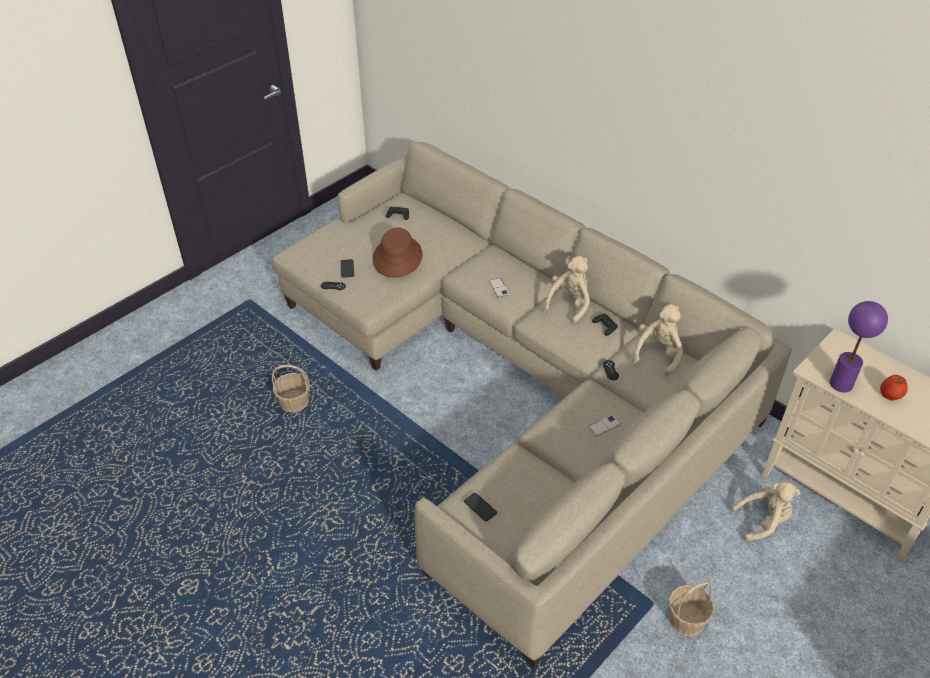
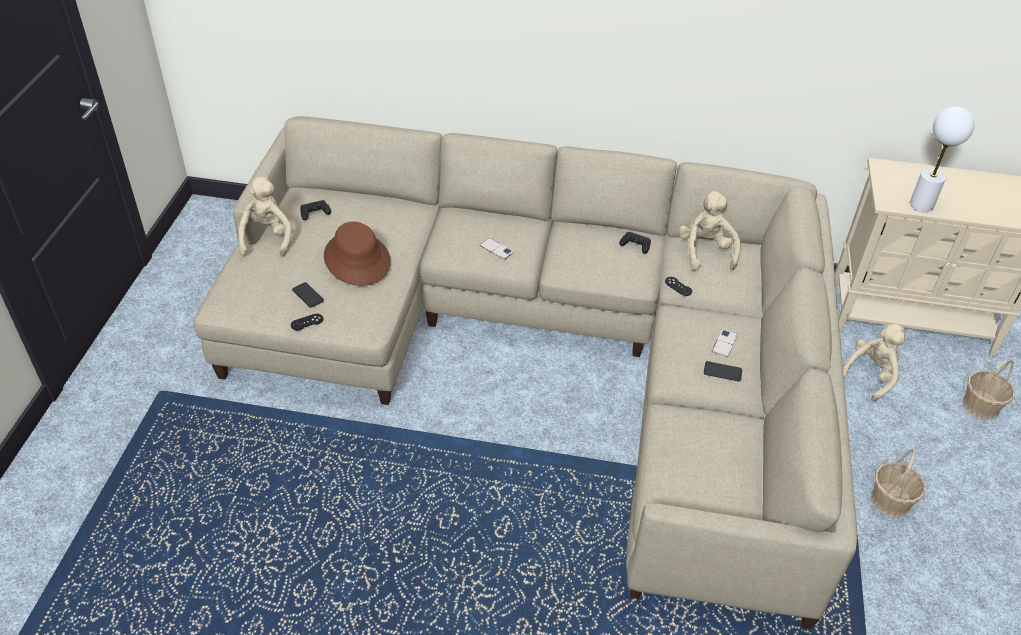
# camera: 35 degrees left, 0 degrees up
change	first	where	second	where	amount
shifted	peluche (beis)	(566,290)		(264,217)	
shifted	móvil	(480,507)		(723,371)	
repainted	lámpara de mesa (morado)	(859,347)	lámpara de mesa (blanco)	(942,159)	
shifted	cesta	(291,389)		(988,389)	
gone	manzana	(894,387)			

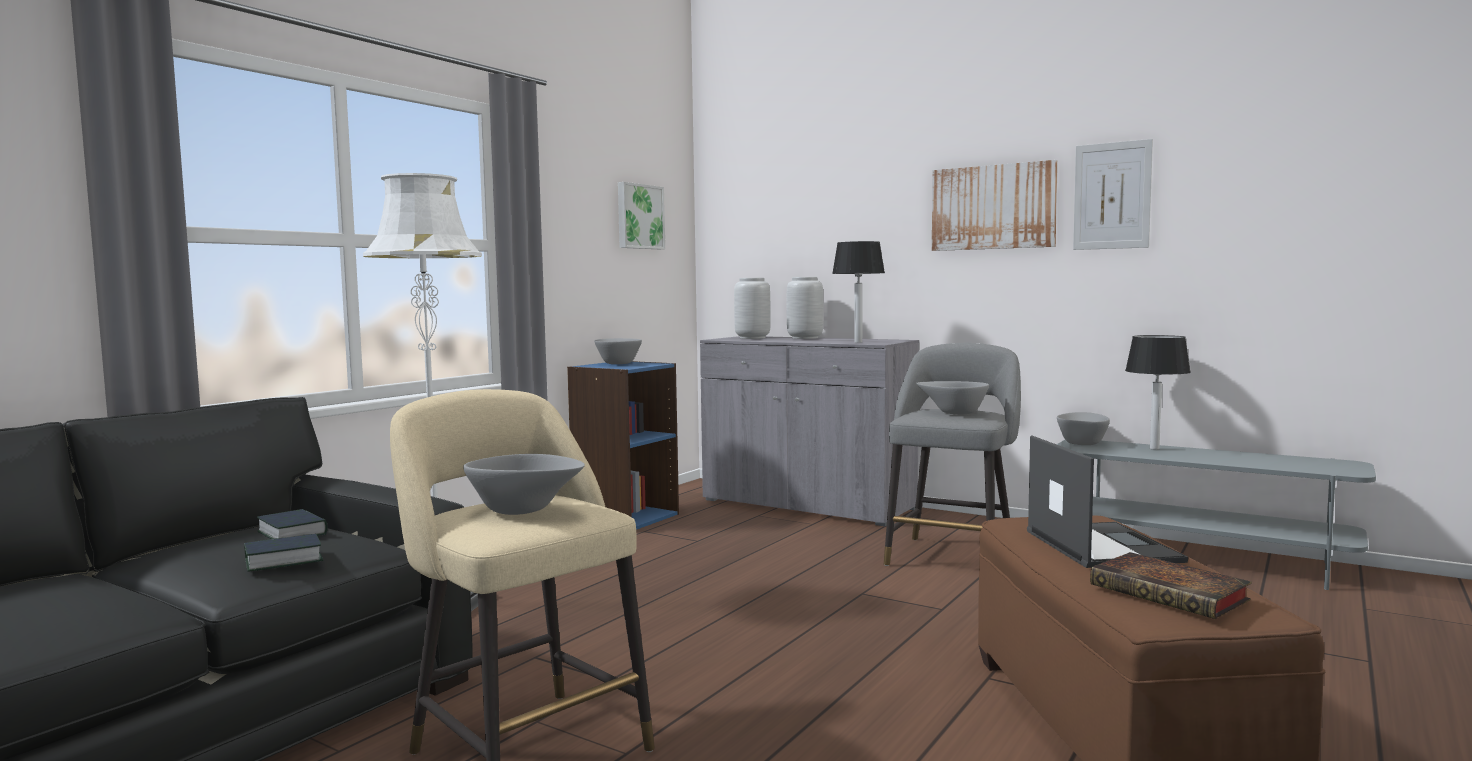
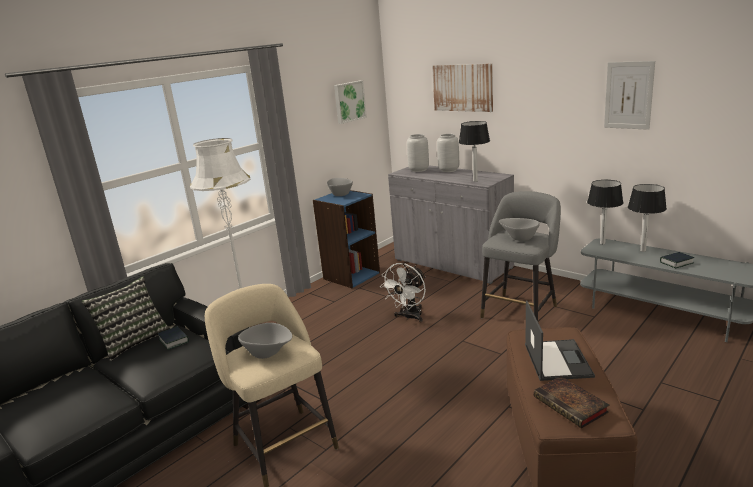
# camera: 10 degrees right, 15 degrees up
change	first	where	second	where	amount
new			cojín	(125,318)	
new			ventilador (blanco)	(403,292)	
shifted	cuadro	(995,205)		(462,87)	
swapped	cuenco (gris)	(1083,428)	lámpara de mesa	(605,212)	
shifted	libro	(283,553)		(677,260)	

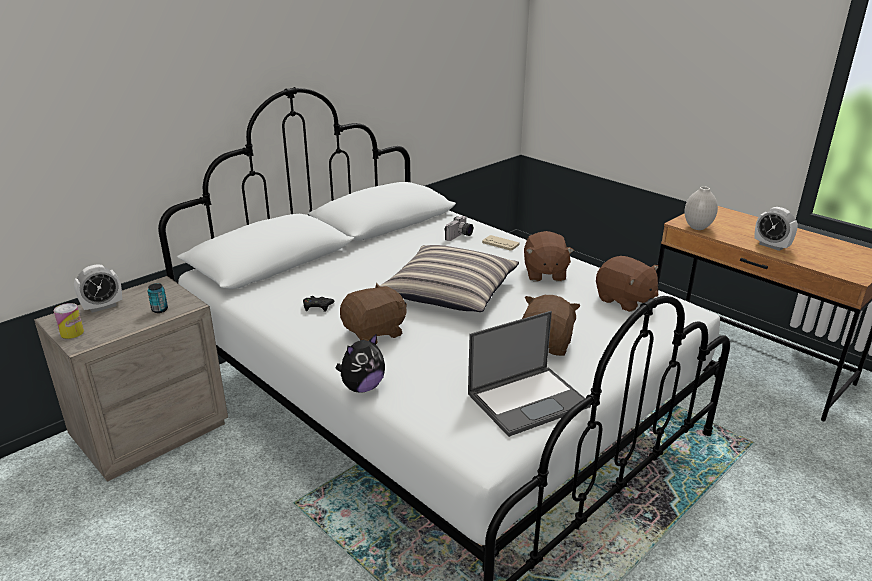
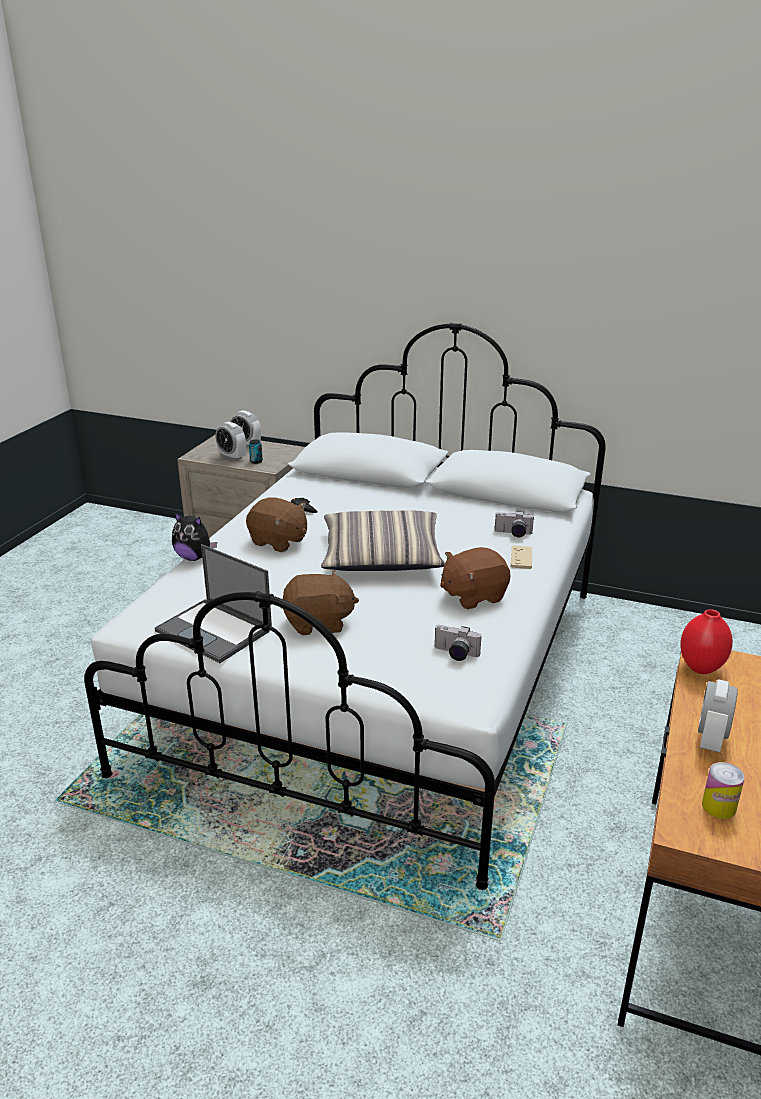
# camera: 65 degrees right, 0 degrees up
change	first	where	second	where	amount
new			despertador	(231,441)	
swapped	peluche (marrón)	(627,284)	cámara	(458,643)	
repainted	florero (blanco)	(701,208)	florero (rojo)	(706,641)	
shifted	lata	(69,321)		(723,790)	

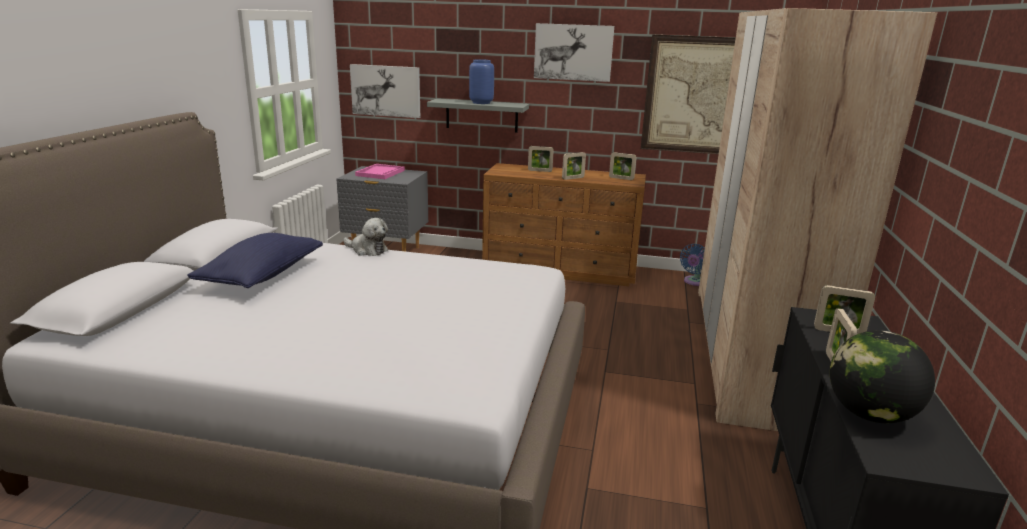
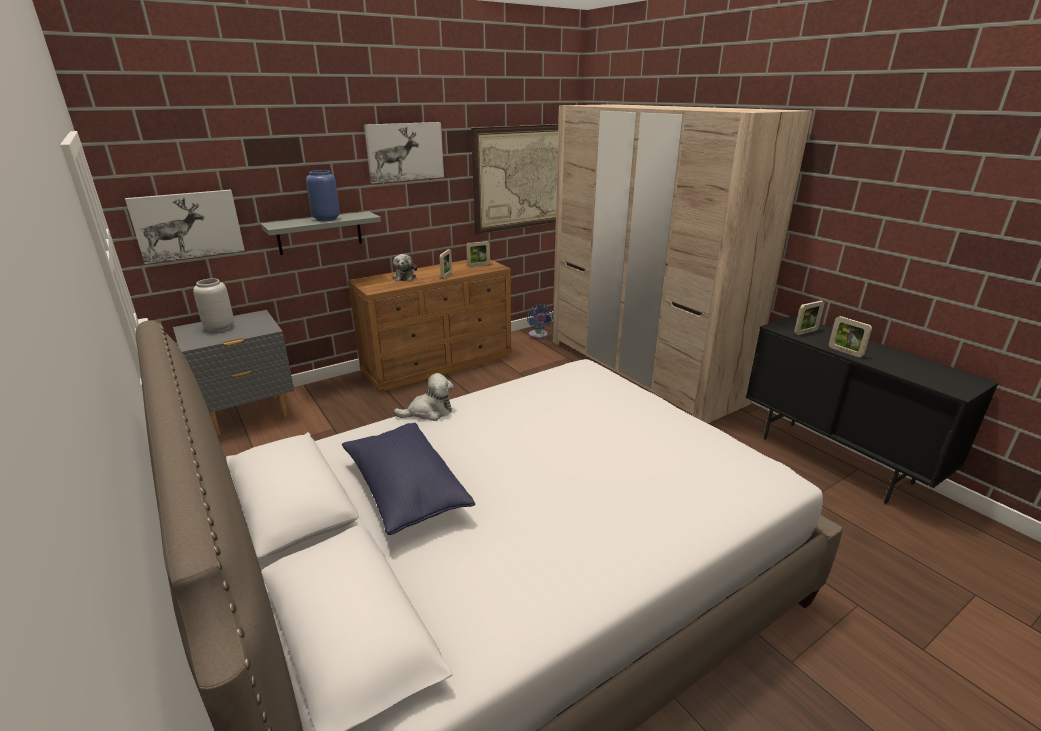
# camera: 45 degrees left, 5 degrees up
change	first	where	second	where	amount
swapped	bandeja (rosa)	(380,171)	florero (gris)	(213,305)	
swapped	portarretratos	(541,159)	peluche	(405,267)	
gone	globo terráqueo	(882,376)			

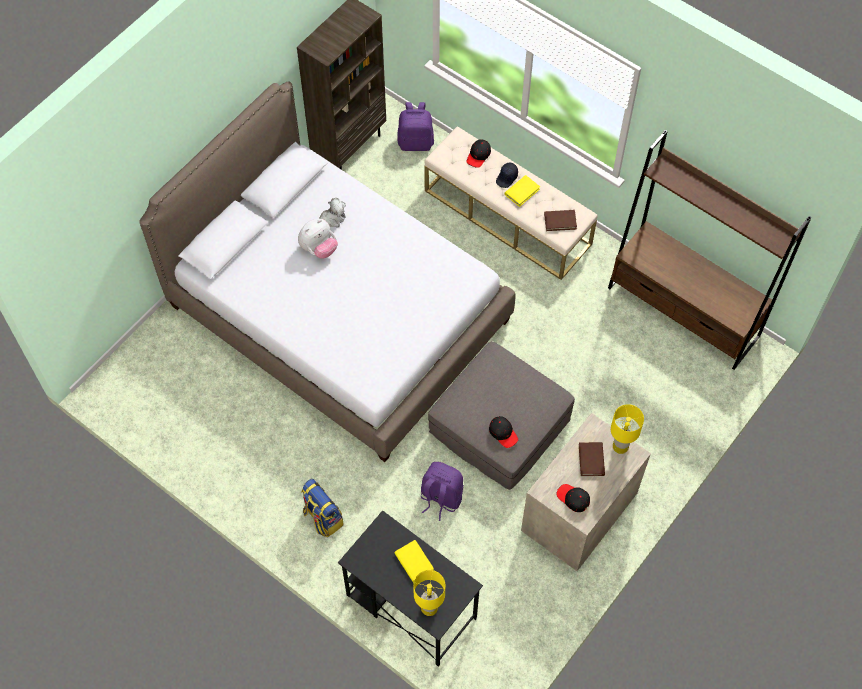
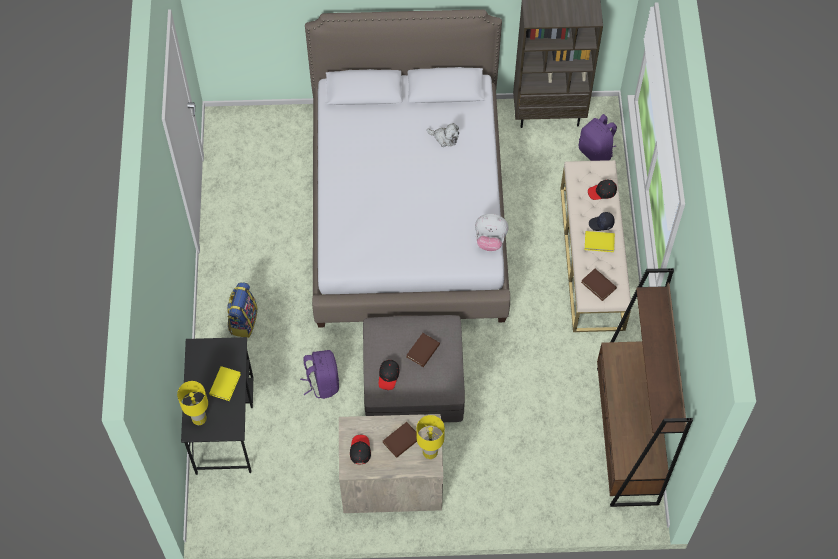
# camera: 50 degrees right, 0 degrees up
change	first	where	second	where	amount
new			libro (marrón)	(423,350)	
shifted	peluche	(318,239)		(491,232)	

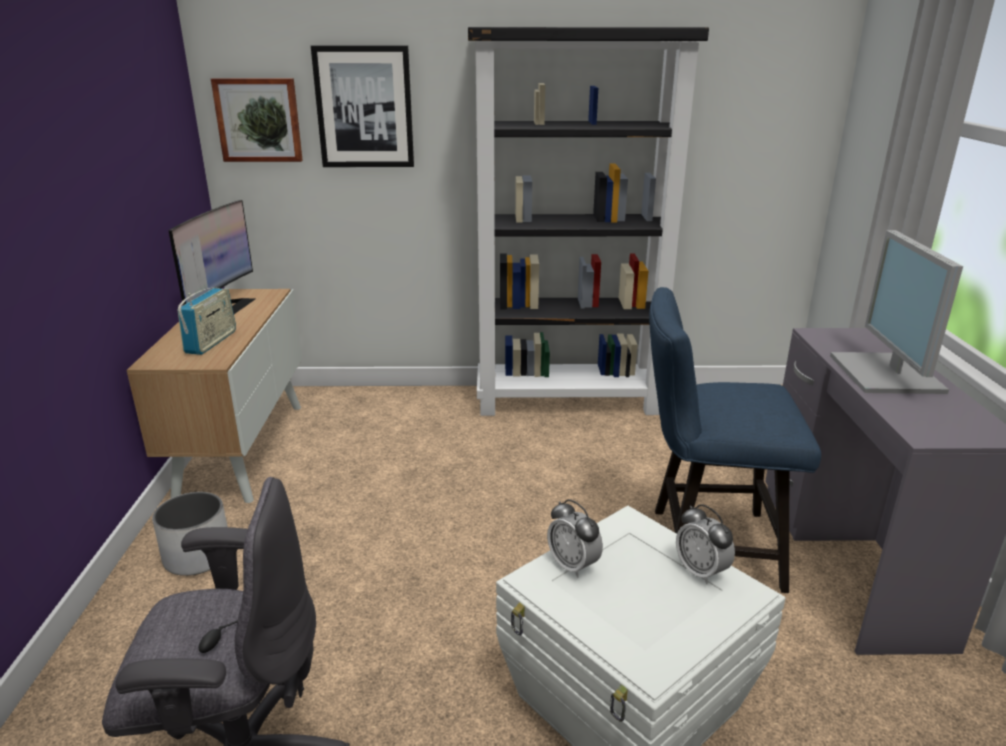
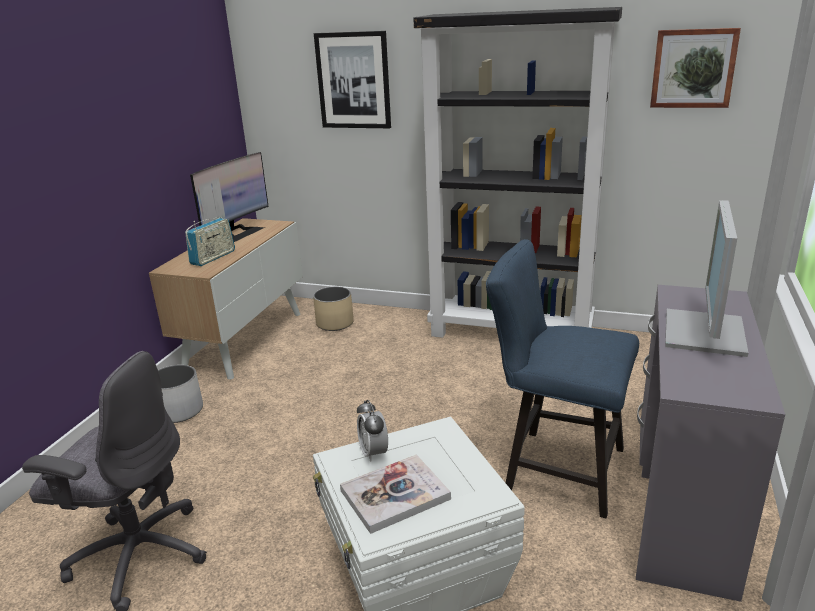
# camera: 20 degrees right, 0 degrees up
change	first	where	second	where	amount
new			maceta (beis)	(333,309)	
new			libro	(395,494)	
shifted	cuadro	(256,120)		(695,68)	
gone	despertador	(705,544)			

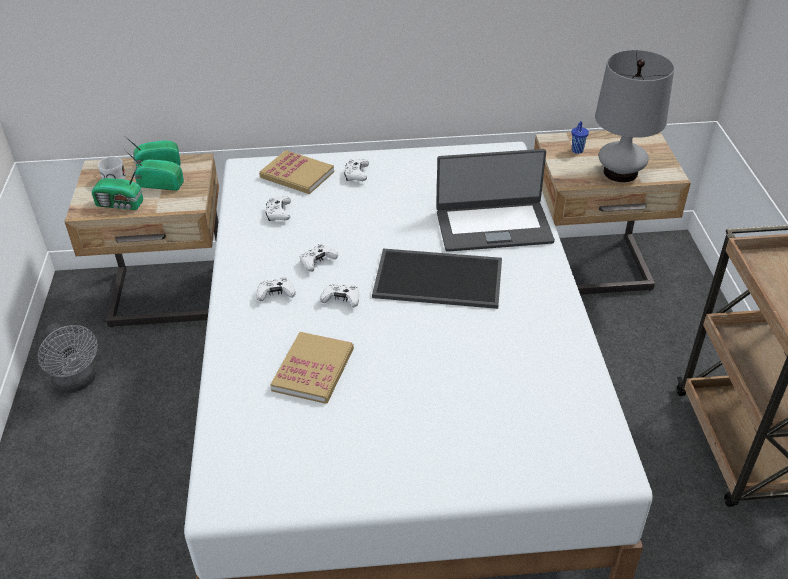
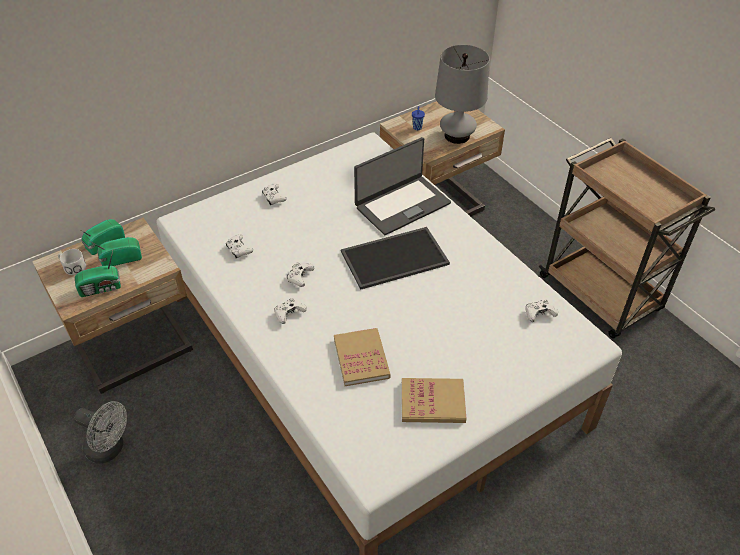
# camera: 30 degrees left, 5 degrees up
change	first	where	second	where	amount
shifted	libro	(296,172)		(434,400)	
shifted	mando de consola (blanco)	(339,295)		(541,311)	

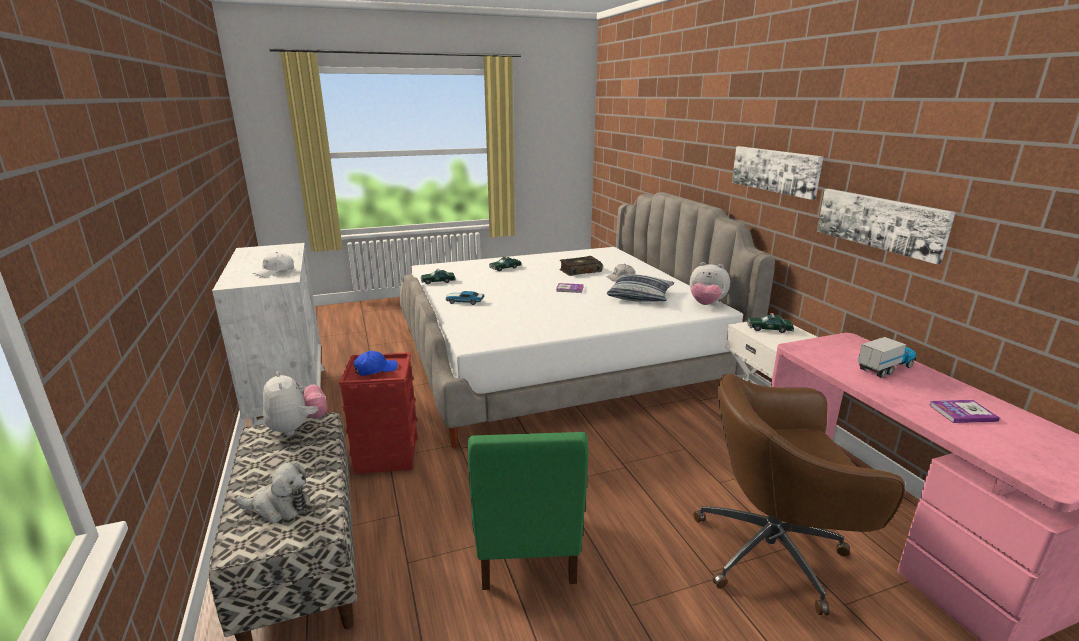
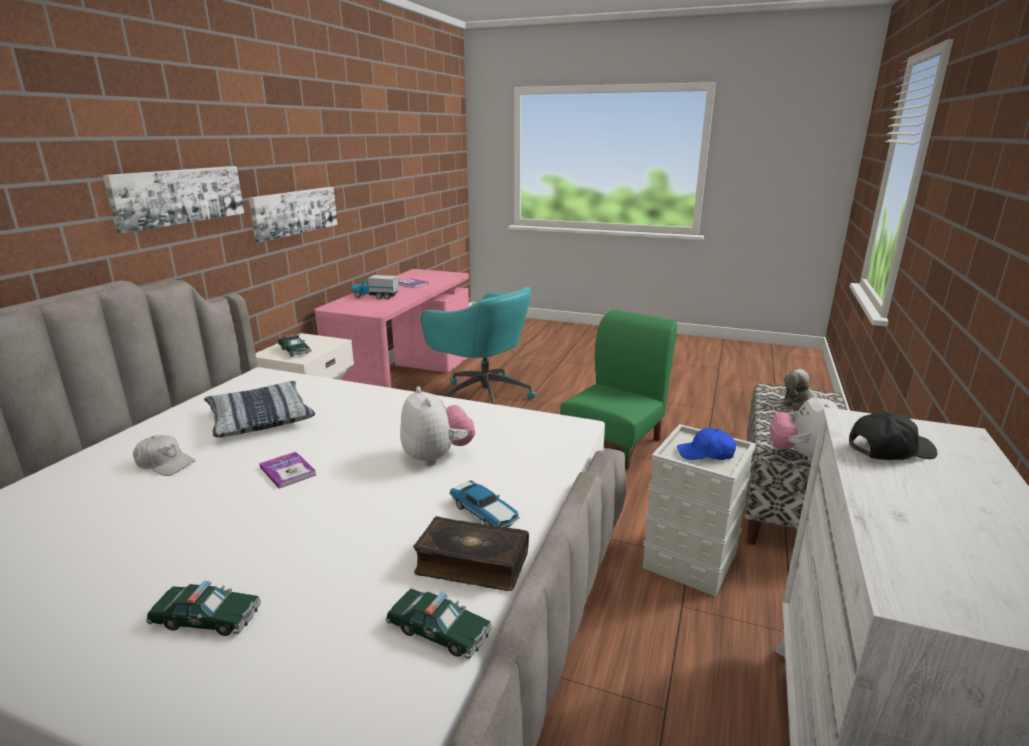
# camera: 140 degrees left, 0 degrees up
change	first	where	second	where	amount
shifted	peluche	(710,283)		(437,426)	
shifted	libro	(581,266)		(471,553)	
repainted	silla de oficina (marrón)	(799,494)	silla de oficina (turquesa)	(478,345)	
repainted	caja de almacenaje (rojo)	(378,413)	caja de almacenaje (gris)	(699,510)	
repainted	gorra (blanco)	(273,264)	gorra (negro)	(893,435)	

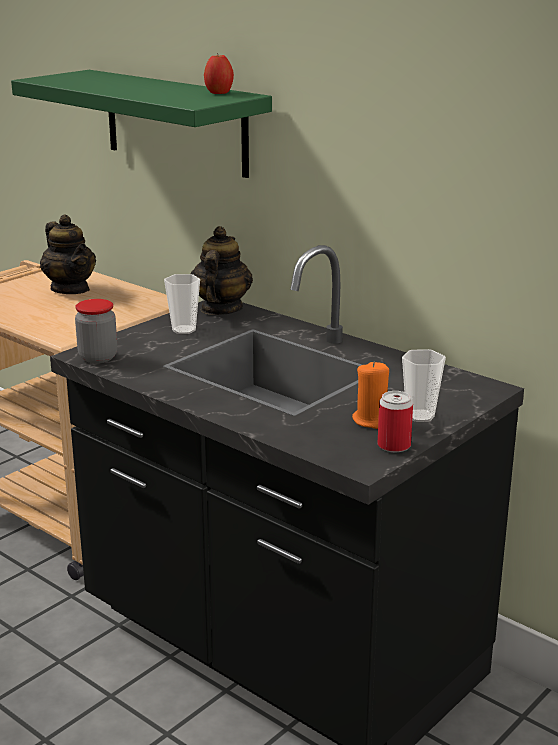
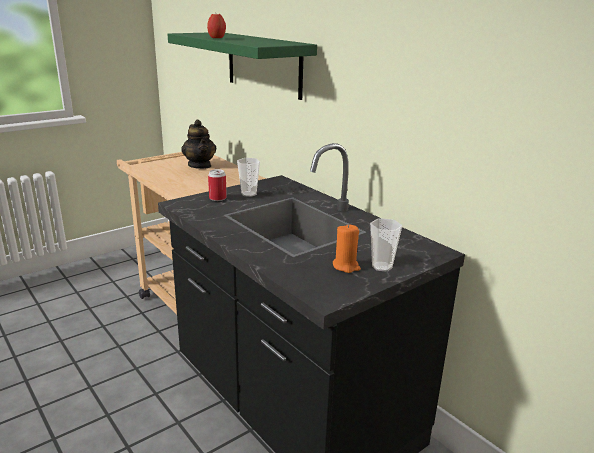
# camera: 10 degrees right, 0 degrees up
change	first	where	second	where	amount
shifted	manzana	(219,73)		(216,26)	
shifted	lata	(395,421)		(217,185)	
gone	tarro	(96,331)			
gone	tetera	(222,270)			

